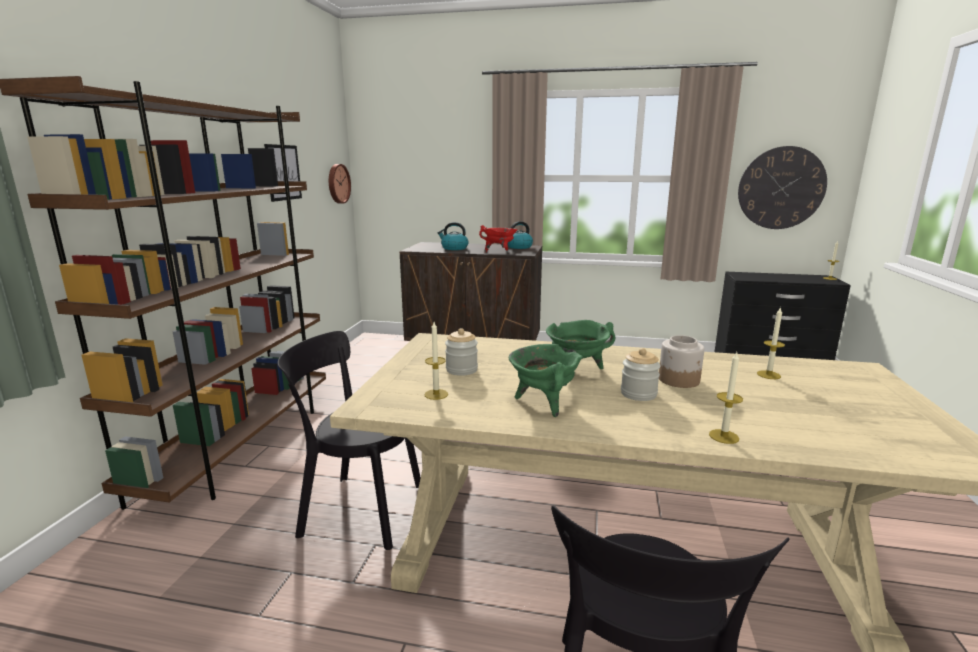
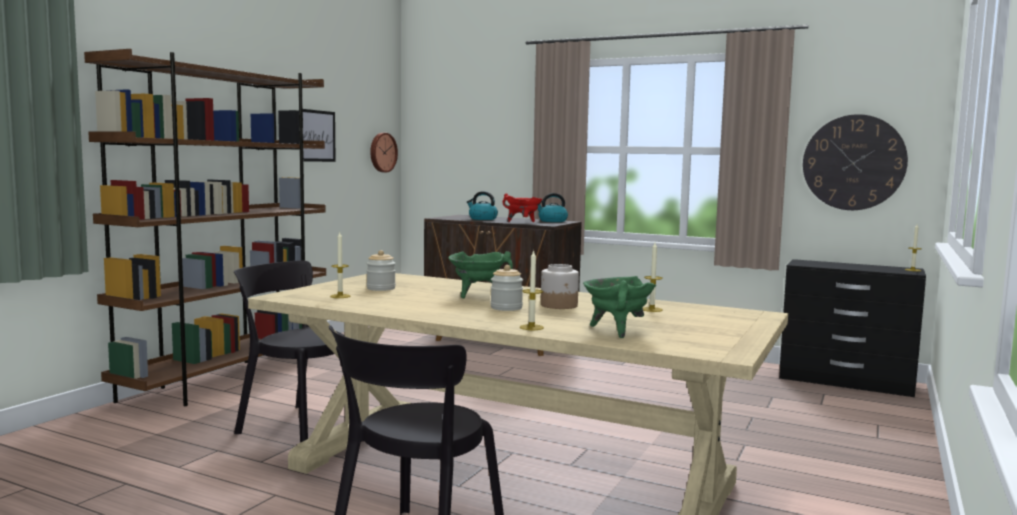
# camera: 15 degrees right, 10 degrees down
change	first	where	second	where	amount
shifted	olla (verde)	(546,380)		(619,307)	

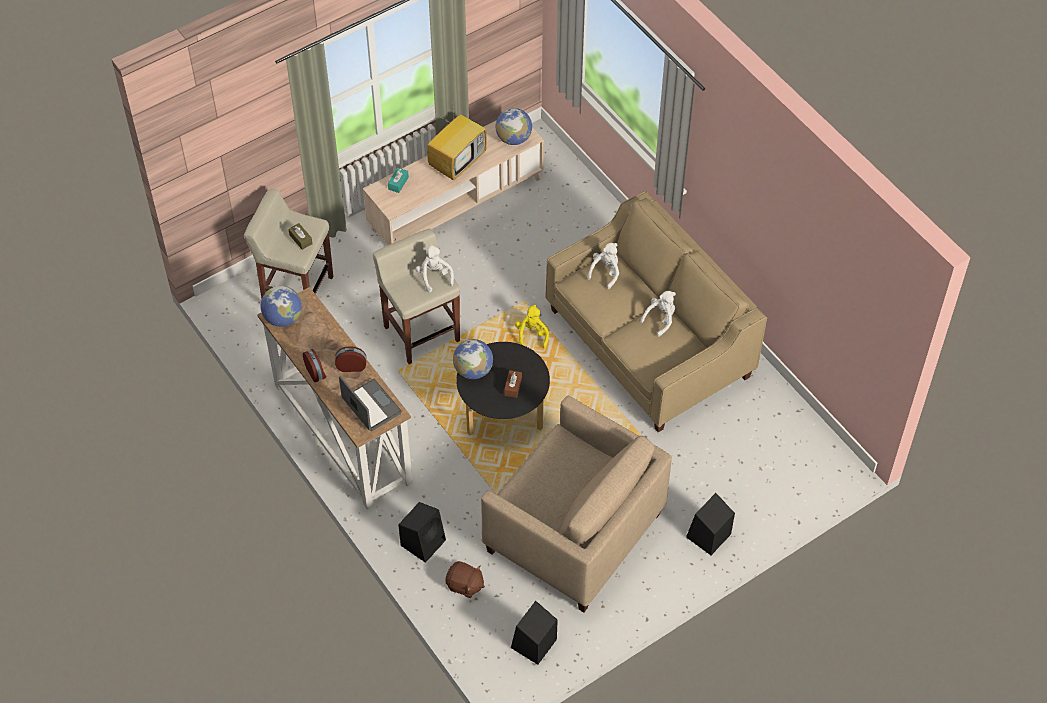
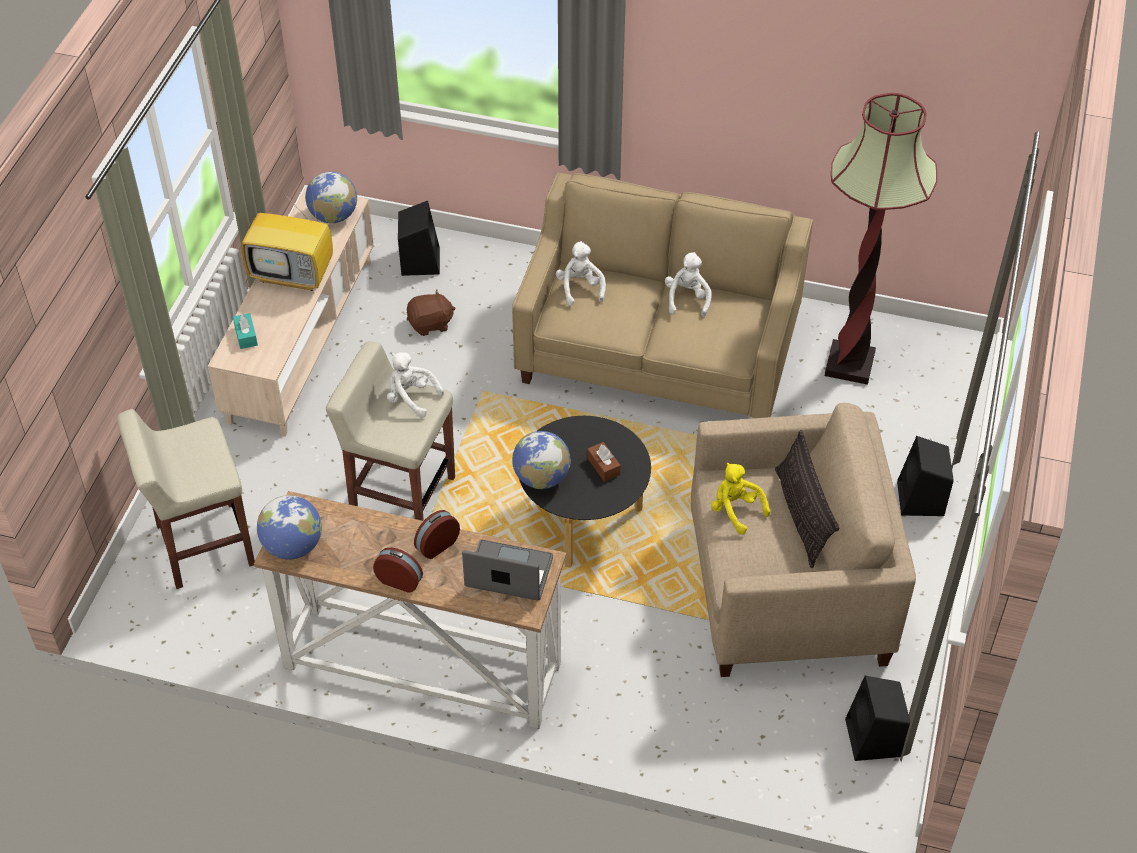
# camera: 40 degrees left, 5 degrees down
change	first	where	second	where	amount
rotated	televisor	(457,146)		(287,240)	105 degrees clockwise
shifted	altavoz (negro)	(422,532)		(419,238)	
shifted	peluche (marrón)	(465,579)		(431,313)	
shifted	peluche (amarillo)	(532,327)		(740,498)	
new			cojín	(807,499)	
new			lámpara de pie	(881,239)	
gone	caja de pañuelos (marrón)	(301,236)			

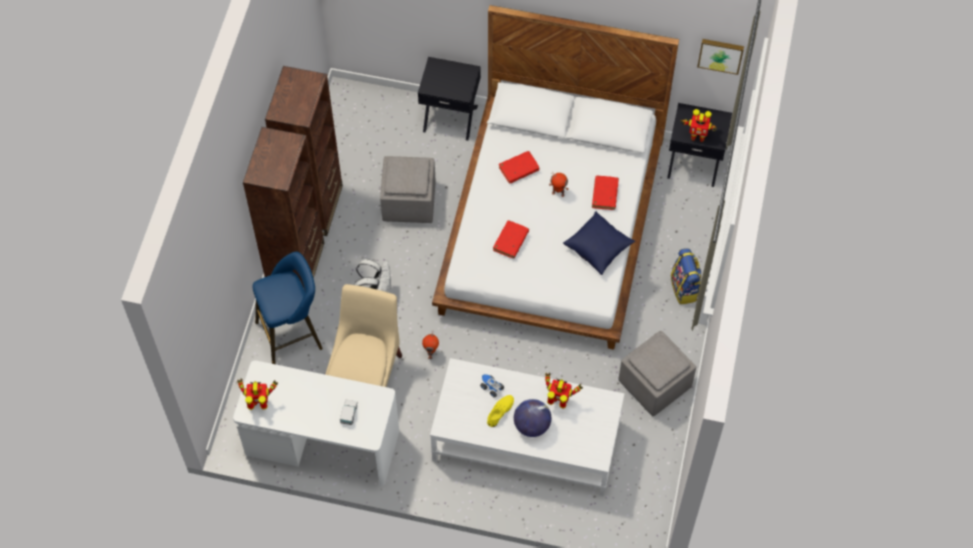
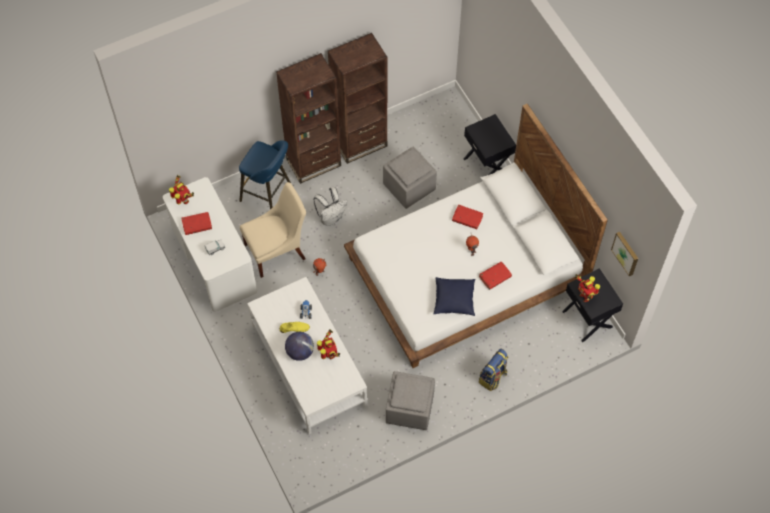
# camera: 50 degrees right, 0 degrees up
change	first	where	second	where	amount
shifted	libro (rojo)	(511,239)		(196,223)	

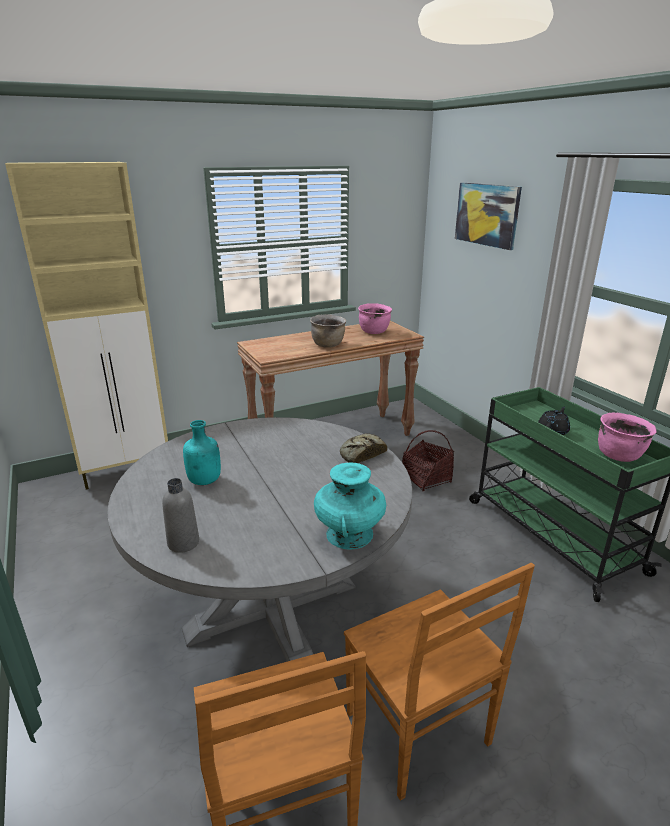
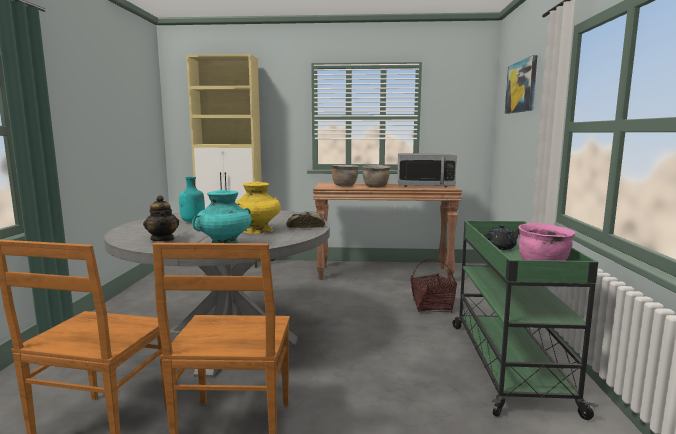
# camera: 30 degrees right, 15 degrees down
change	first	where	second	where	amount
new			tetera	(161,218)	
new			florero (amarillo)	(258,208)	
new			olla (marrón)	(345,175)	
swapped	olla (rosa)	(375,318)	microondas	(427,170)	
gone	botella (gris)	(180,515)			

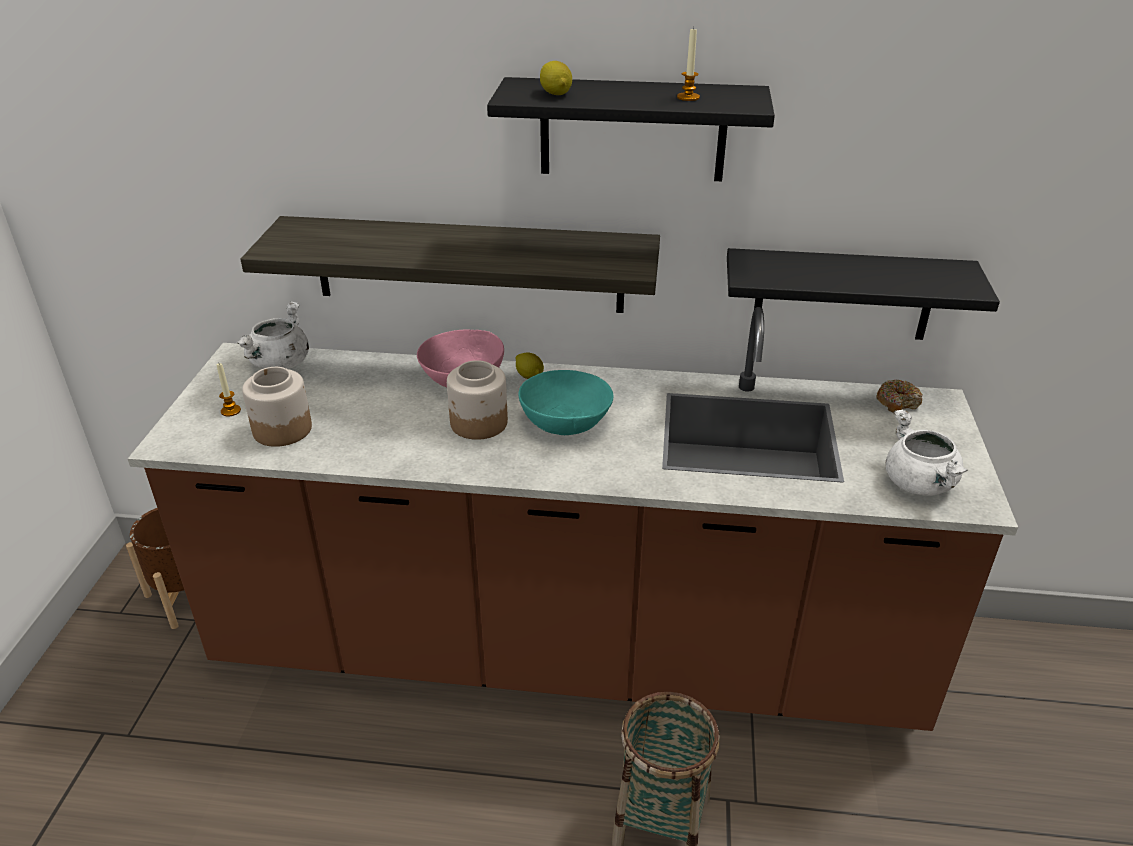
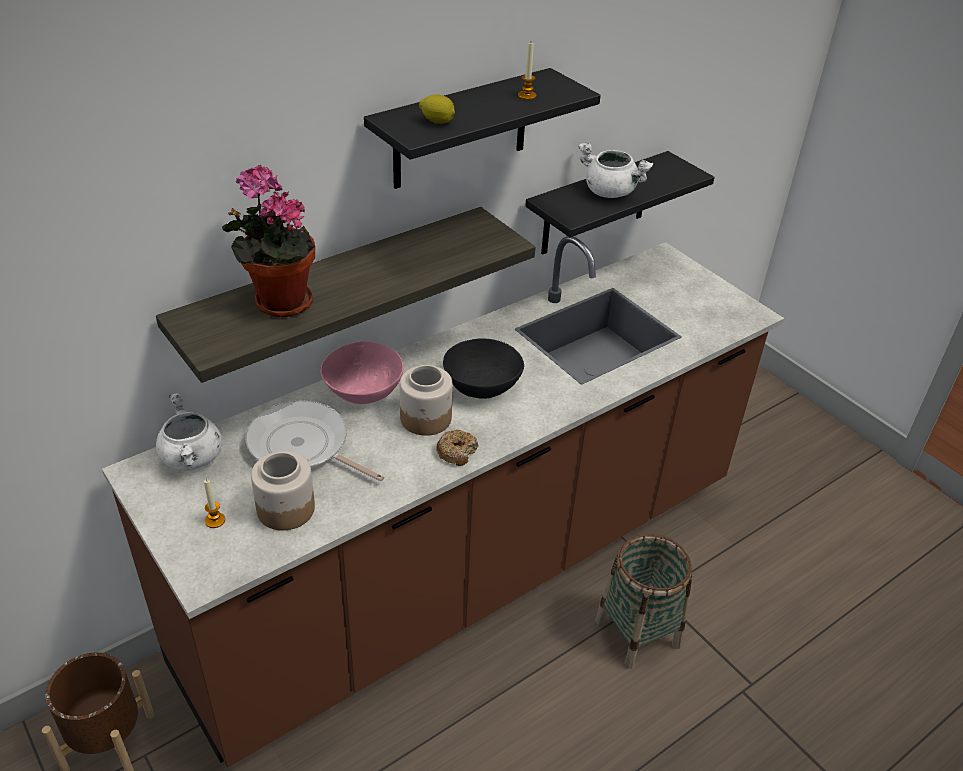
# camera: 45 degrees left, 5 degrees up
change	first	where	second	where	amount
new			planta en maceta	(268,241)	
new			sartén	(315,440)	
shifted	rosquilla	(900,396)		(457,448)	
repainted	cuenco (turquesa)	(566,402)	cuenco (negro)	(483,368)	
shifted	olla (blanco)	(926,452)		(616,170)	
gone	limón	(530,365)			

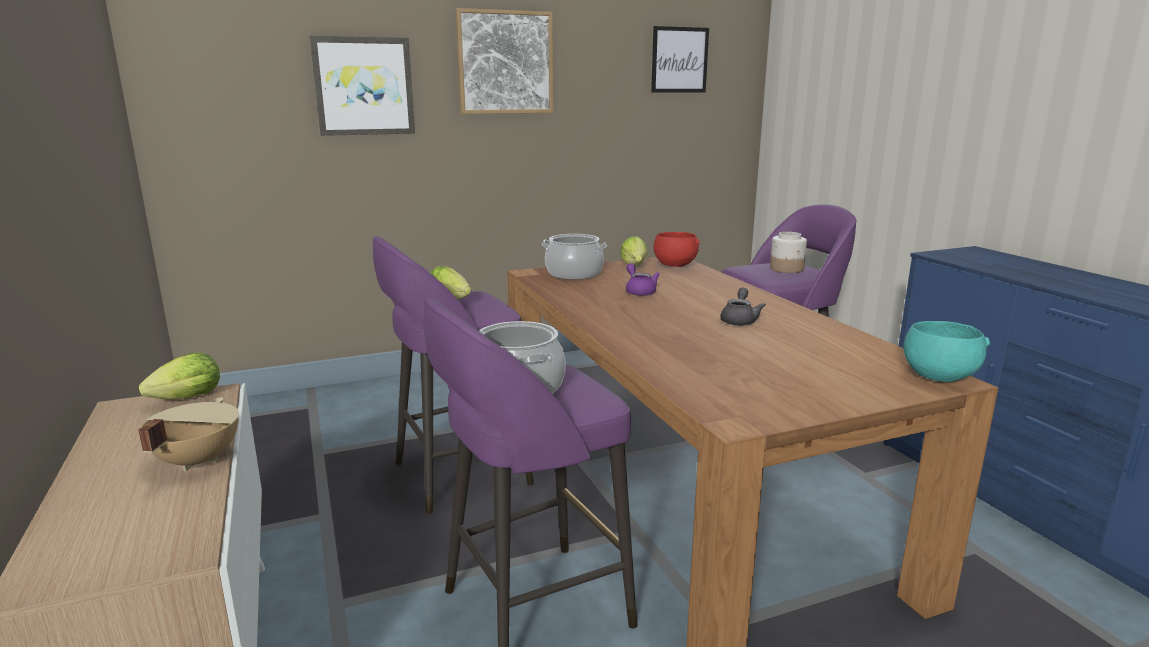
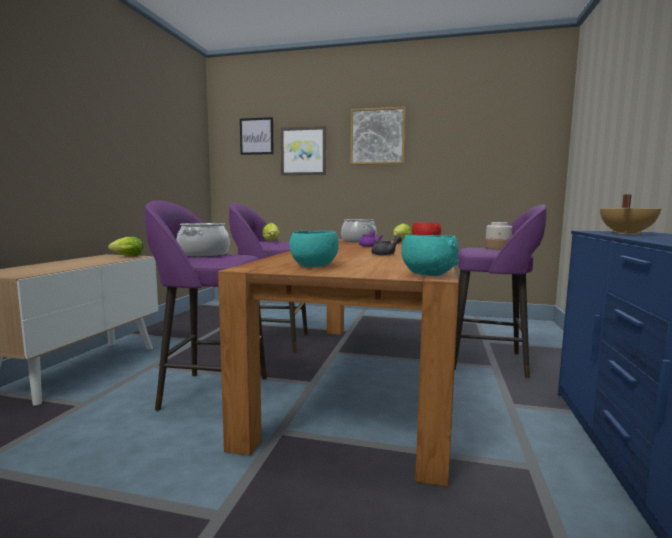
# camera: 35 degrees right, 10 degrees down
change	first	where	second	where	amount
shifted	cuadro	(680,59)		(257,136)	
new			cuenco (turquesa)	(314,249)	
shifted	olla (beis)	(189,434)		(631,214)	

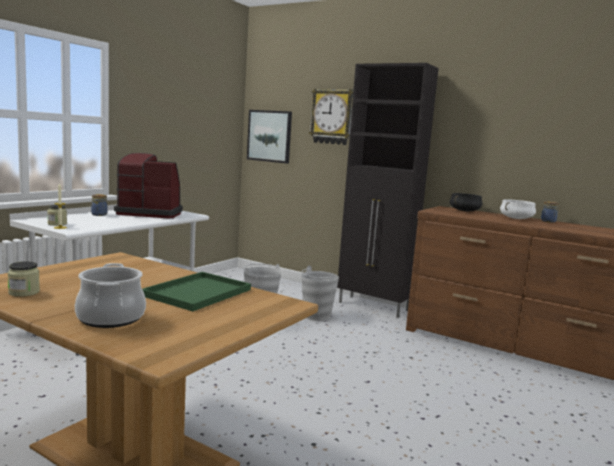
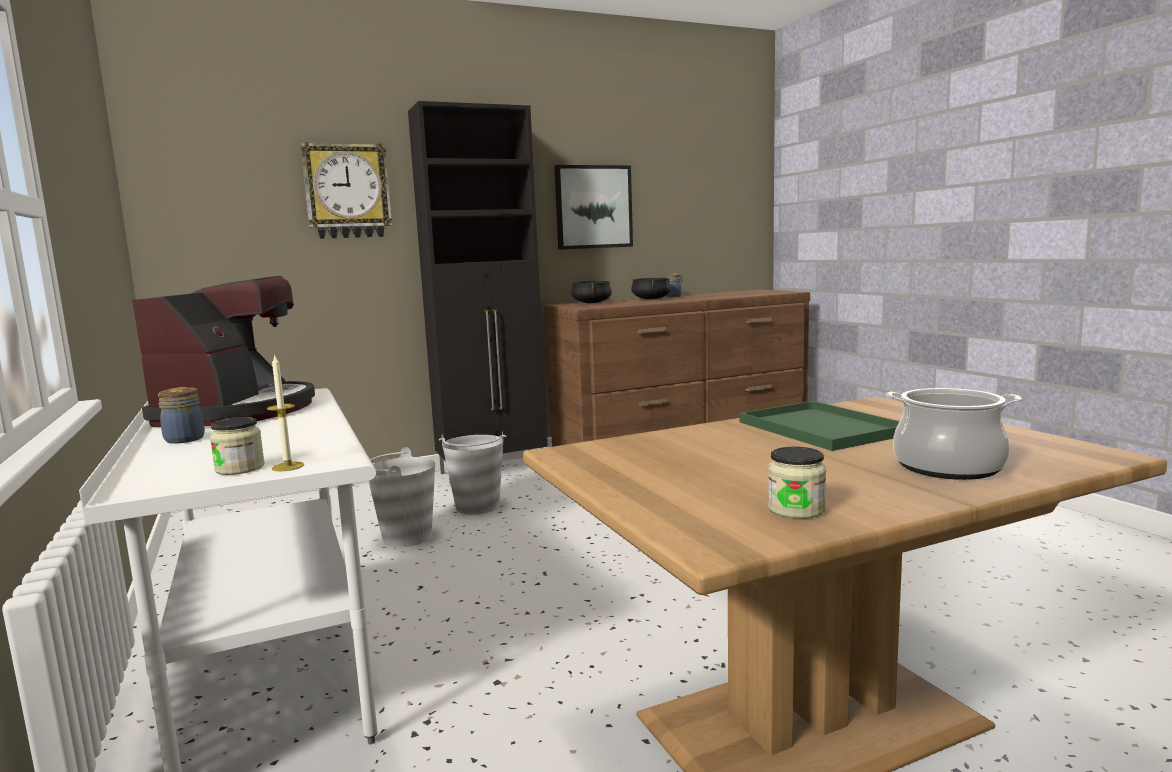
# camera: 55 degrees left, 0 degrees up
change	first	where	second	where	amount
rotated	cafetera	(148,185)		(223,351)	150 degrees clockwise
shifted	cuadro	(269,137)		(593,207)	
repainted	olla (blanco)	(518,209)	olla (negro)	(651,288)	

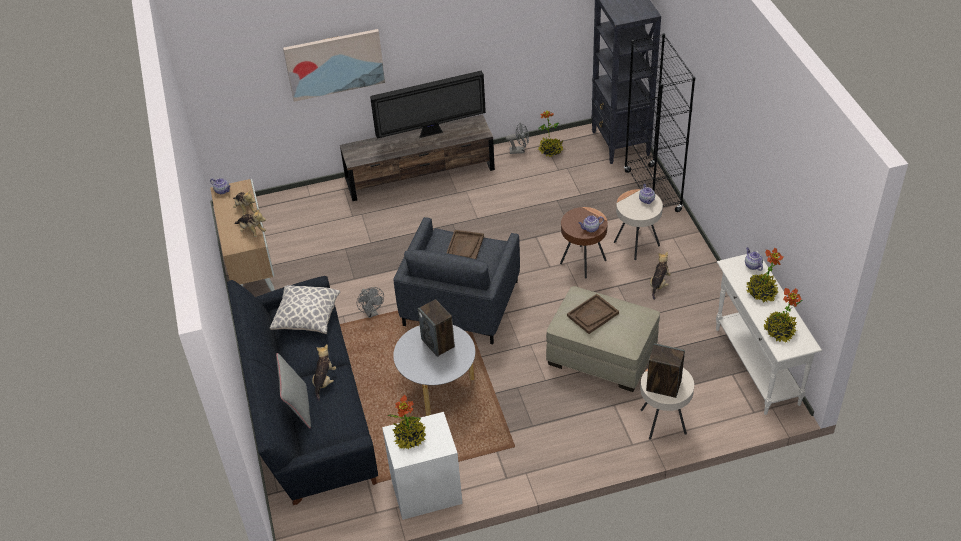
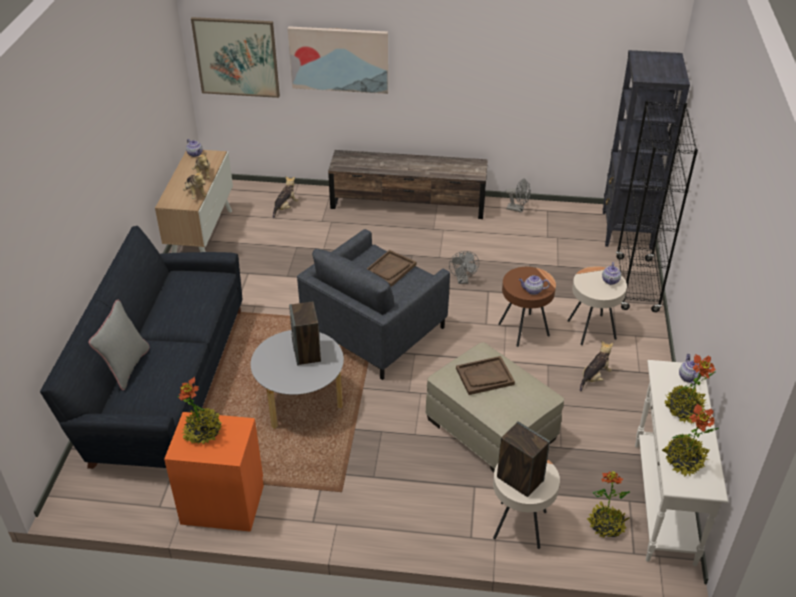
# camera: 20 degrees right, 5 degrees down
change	first	where	second	where	amount
repainted	mesita de noche (blanco)	(422,466)	mesita de noche (naranja)	(214,472)	
new			cuadro	(235,57)	
shifted	peluche	(324,372)		(286,197)	
shifted	ventilador (gris)	(370,302)		(464,267)	
shifted	planta en maceta	(550,134)		(608,504)	
gone	cojín	(305,309)			
gone	televisor	(428,105)			

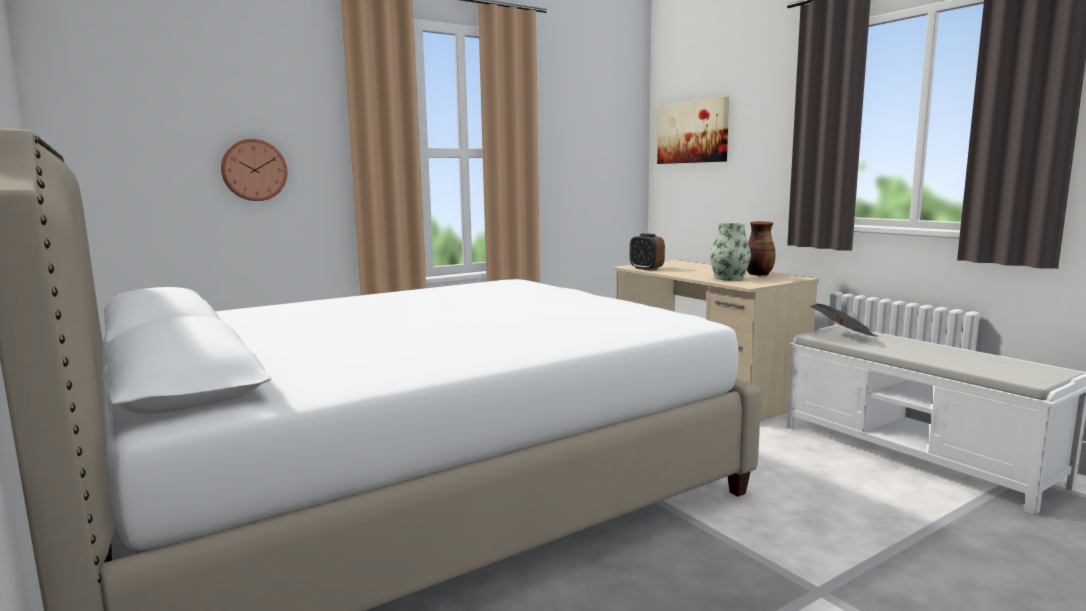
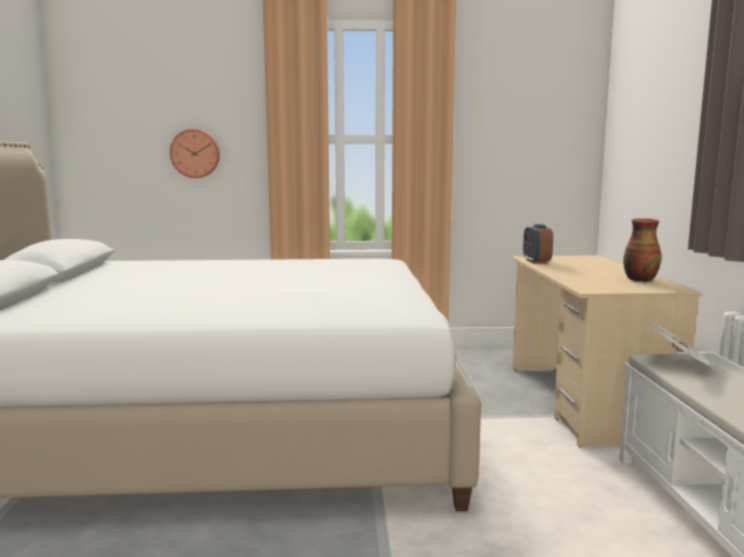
# camera: 30 degrees right, 0 degrees up
change	first	where	second	where	amount
gone	cuadro	(693,130)			
gone	florero	(730,252)			

